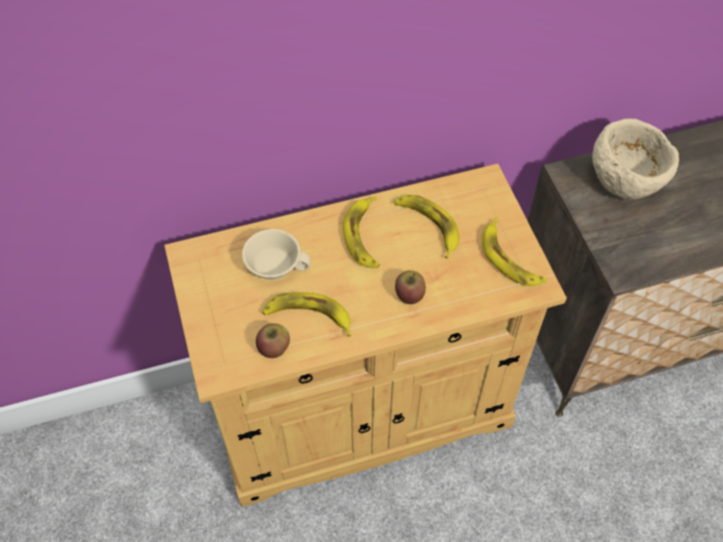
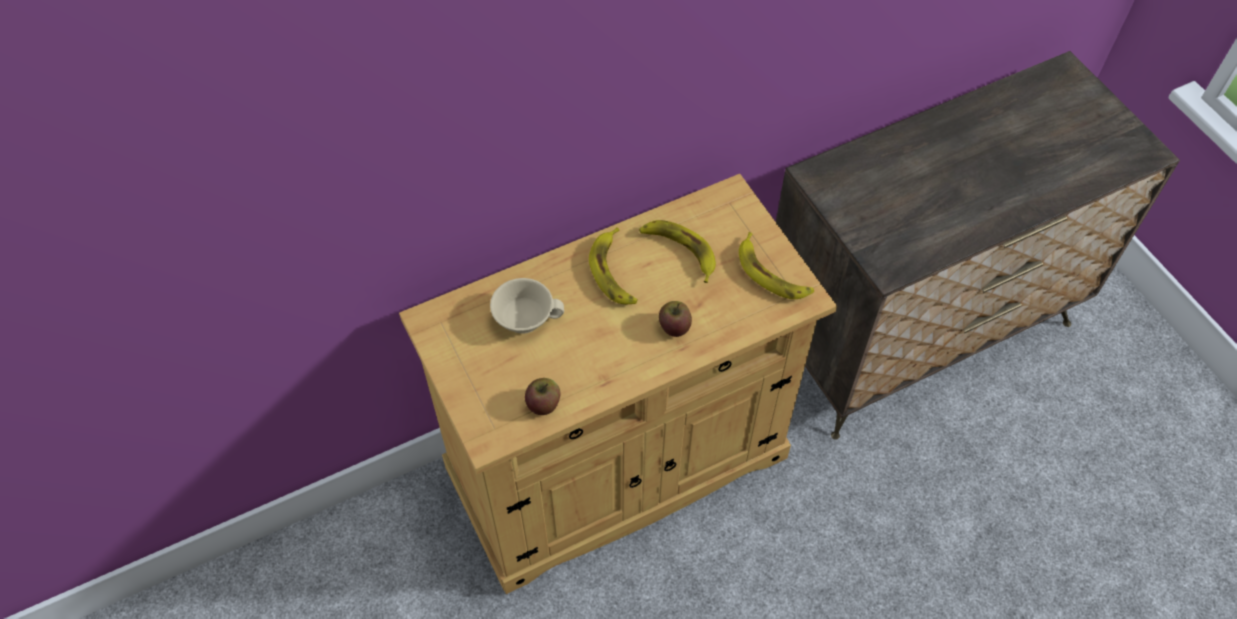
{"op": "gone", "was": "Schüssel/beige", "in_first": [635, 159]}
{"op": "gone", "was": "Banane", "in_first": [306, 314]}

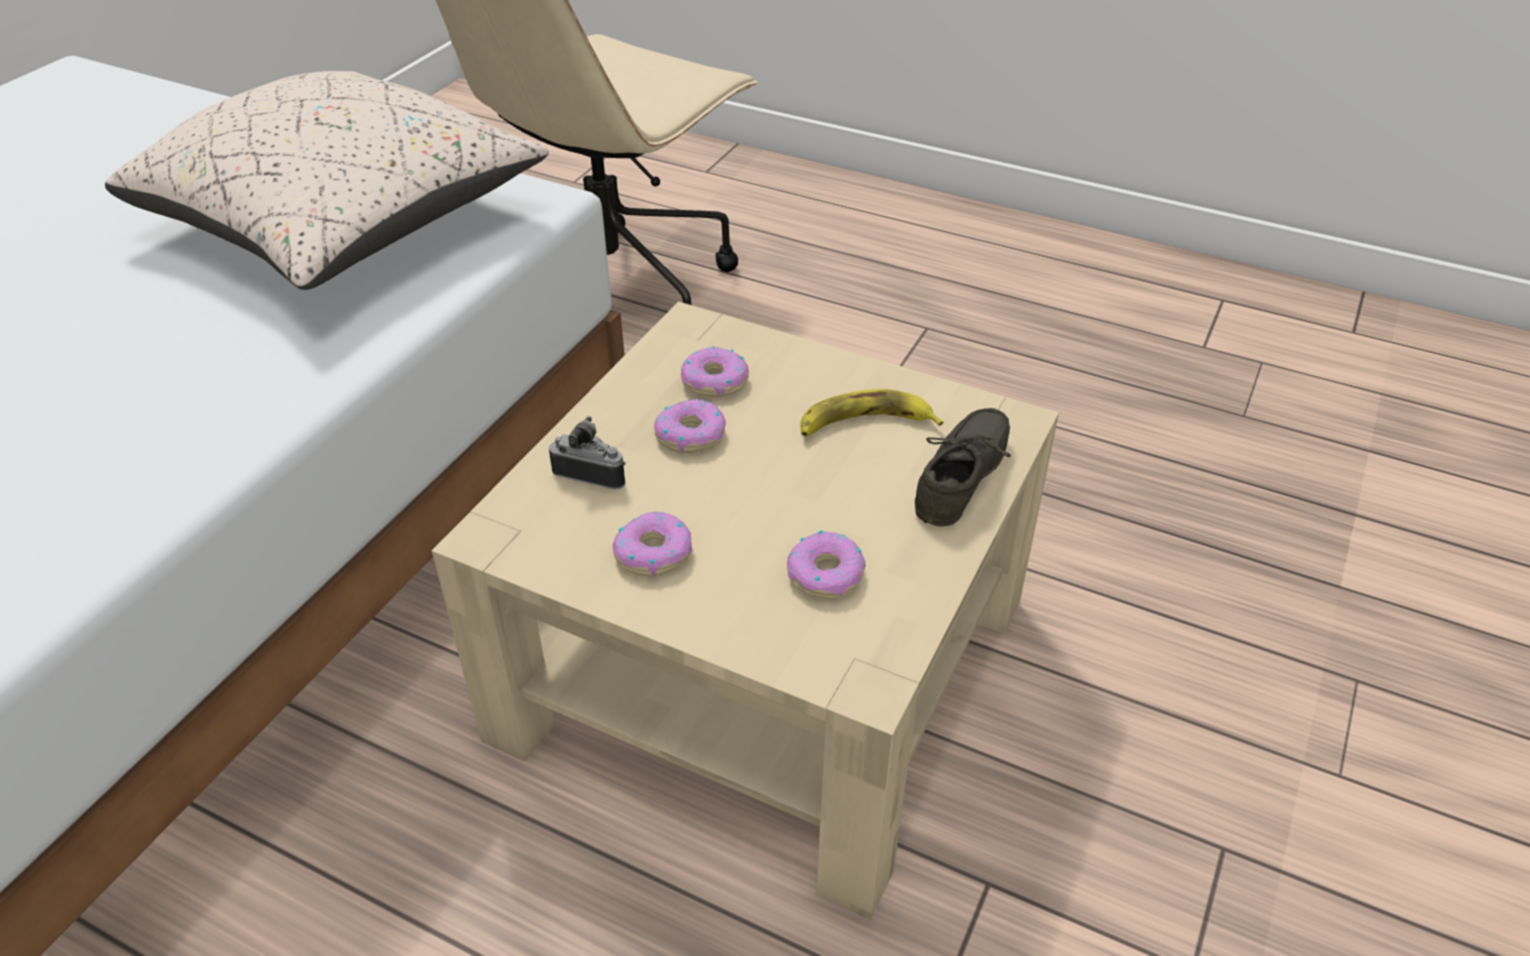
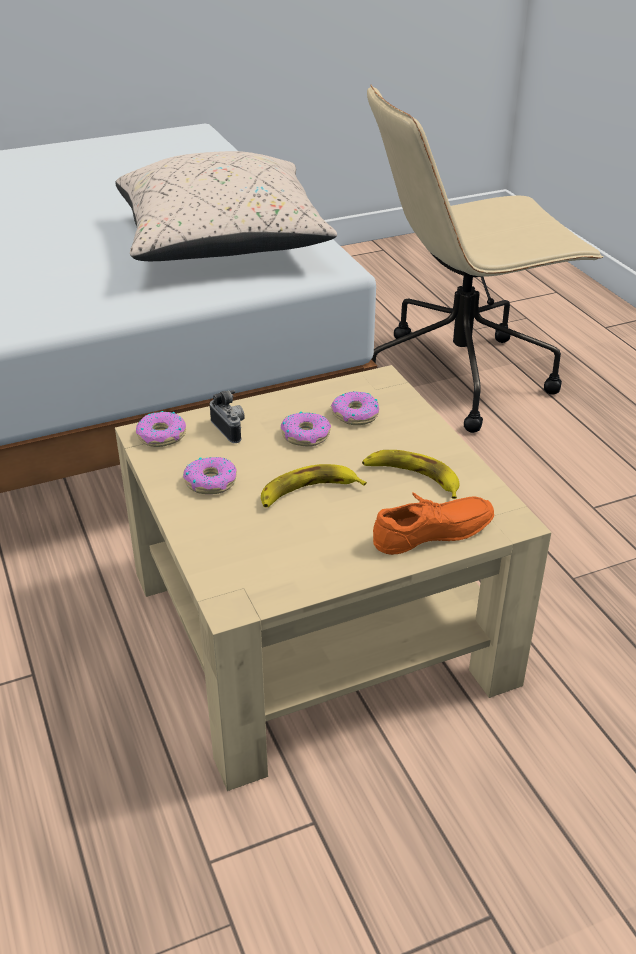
{"op": "repainted", "was": "Schuh/grau", "now": "Schuh/orange", "in_first": [963, 467], "in_second": [433, 523]}
{"op": "shifted", "was": "Donut", "in_first": [826, 564], "in_second": [161, 429]}
{"op": "new", "now": "Banane", "in_second": [314, 485]}

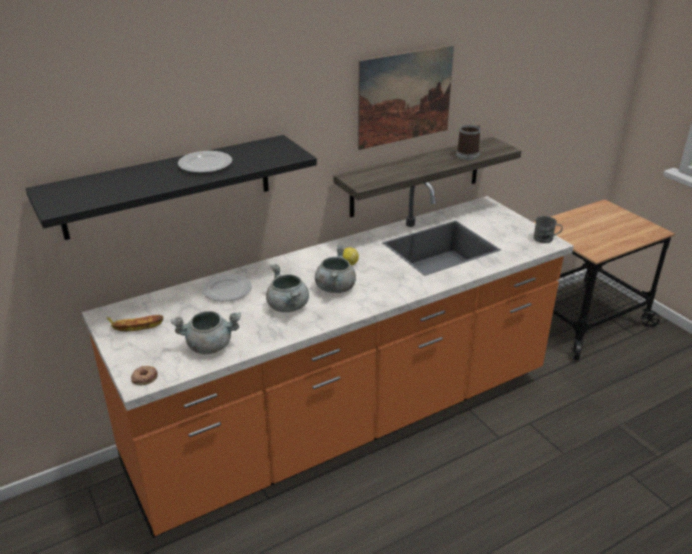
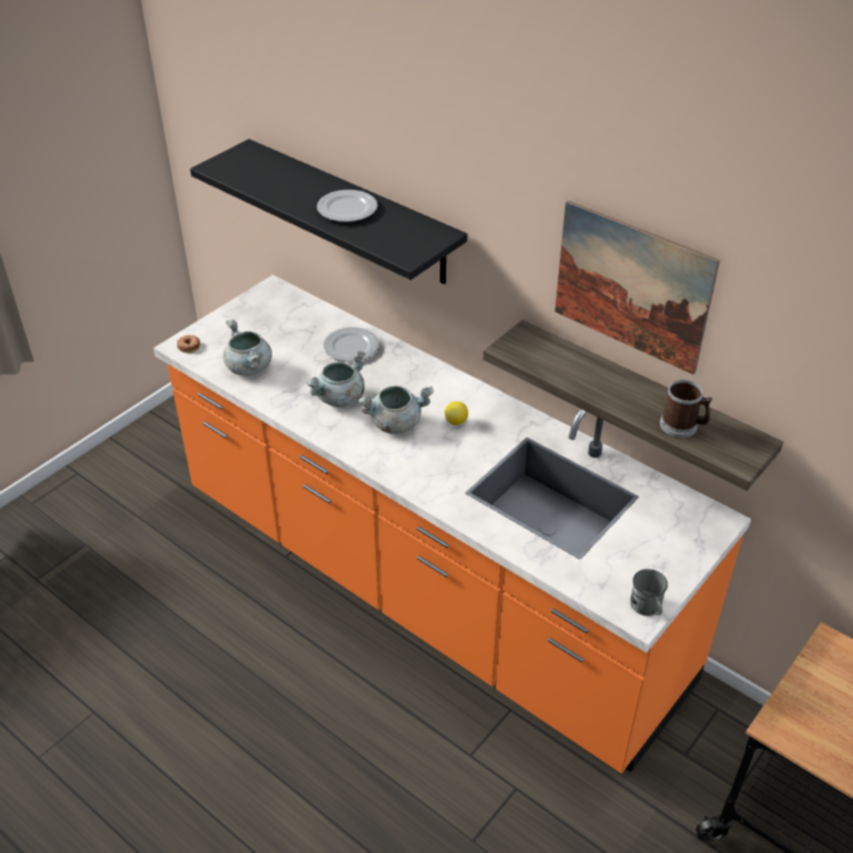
{"op": "gone", "was": "Banane", "in_first": [135, 323]}

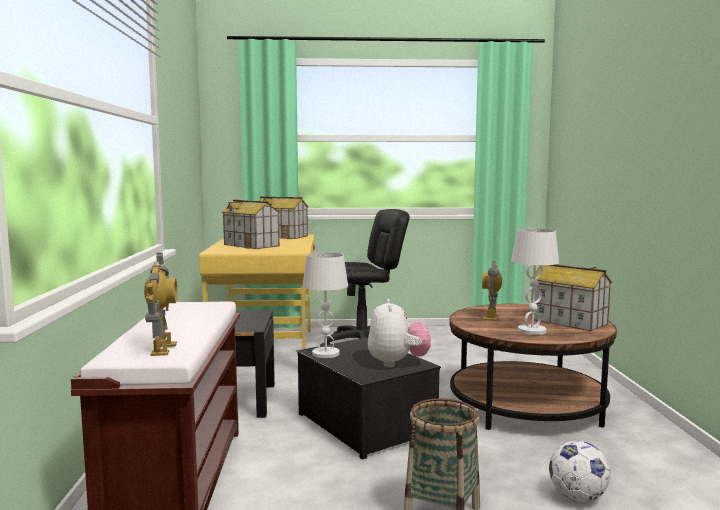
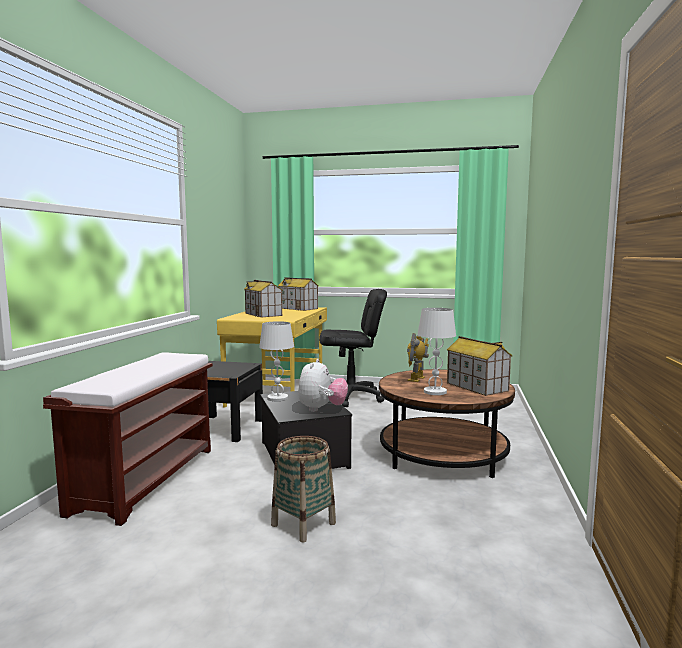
{"op": "gone", "was": "Spielzeugroboter", "in_first": [160, 304]}
{"op": "gone", "was": "Fußball", "in_first": [580, 471]}

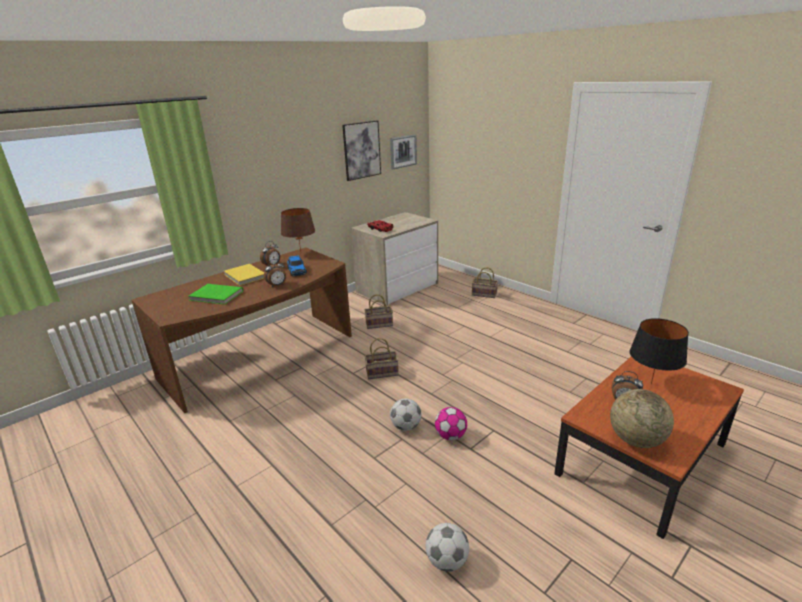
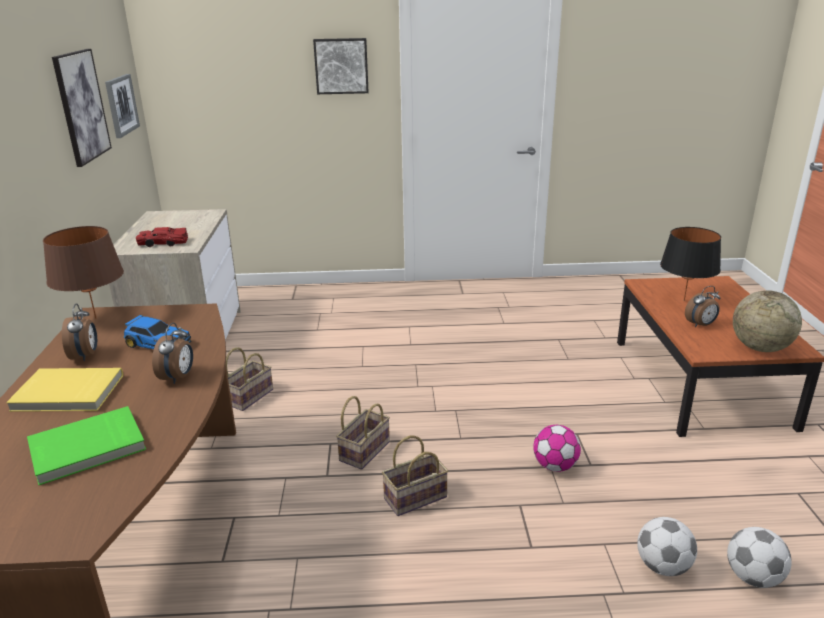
{"op": "shifted", "was": "Korb", "in_first": [485, 282], "in_second": [415, 475]}
{"op": "shifted", "was": "Fußball", "in_first": [405, 415], "in_second": [667, 546]}
{"op": "new", "now": "Bild", "in_second": [341, 66]}

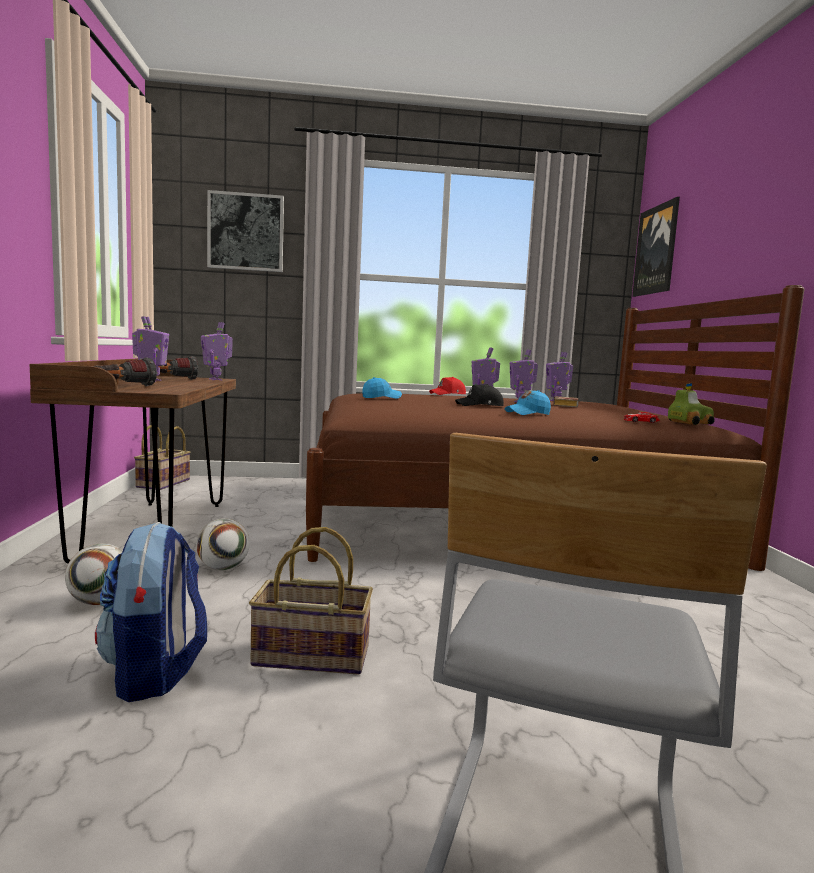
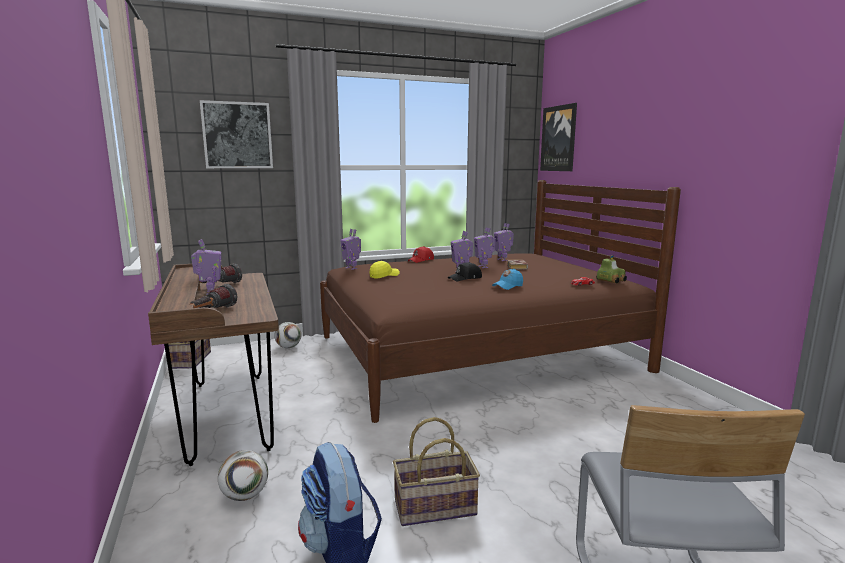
{"op": "shifted", "was": "Spielzeugroboter", "in_first": [217, 351], "in_second": [350, 249]}
{"op": "repainted", "was": "Kappe/blau", "now": "Kappe/gelb", "in_first": [382, 388], "in_second": [384, 270]}
{"op": "shifted", "was": "Fußball", "in_first": [223, 544], "in_second": [287, 335]}

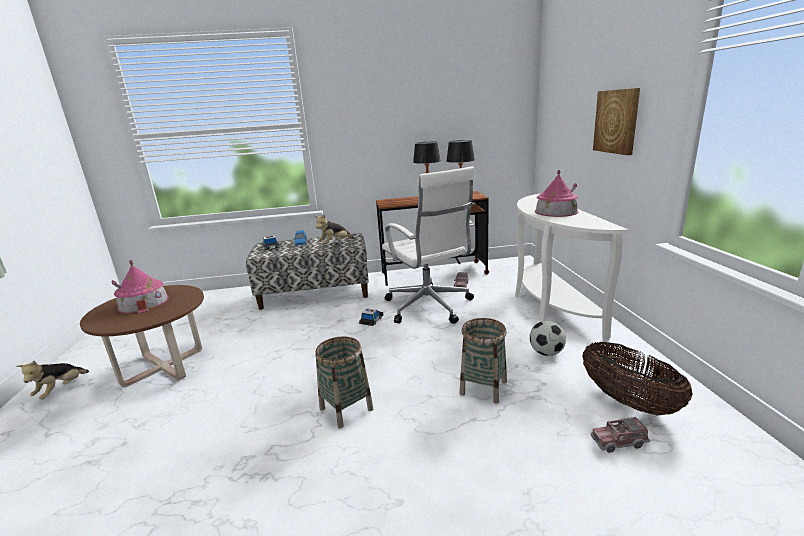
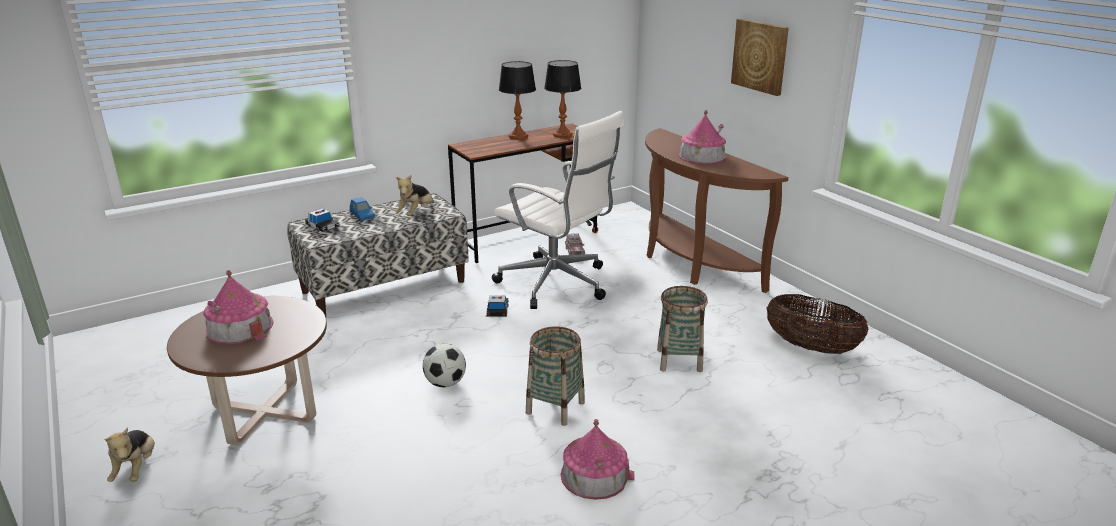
{"op": "repainted", "was": "Konsolentisch/weiß", "now": "Konsolentisch/braun", "in_first": [571, 266], "in_second": [717, 210]}
{"op": "shifted", "was": "Fußball", "in_first": [548, 338], "in_second": [444, 365]}
{"op": "gone", "was": "Spielzeuglaster", "in_first": [620, 435]}
{"op": "new", "now": "Spielzeughaus", "in_second": [597, 459]}

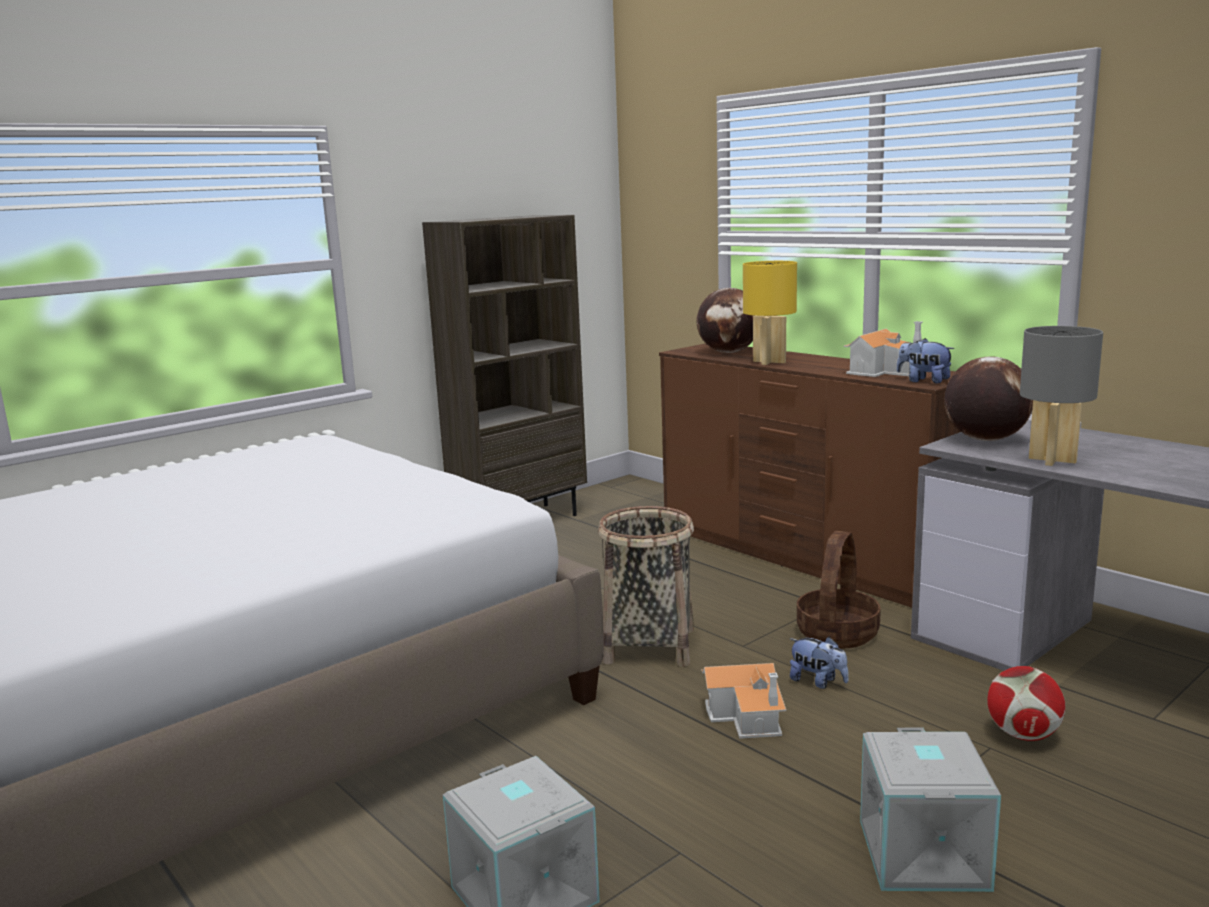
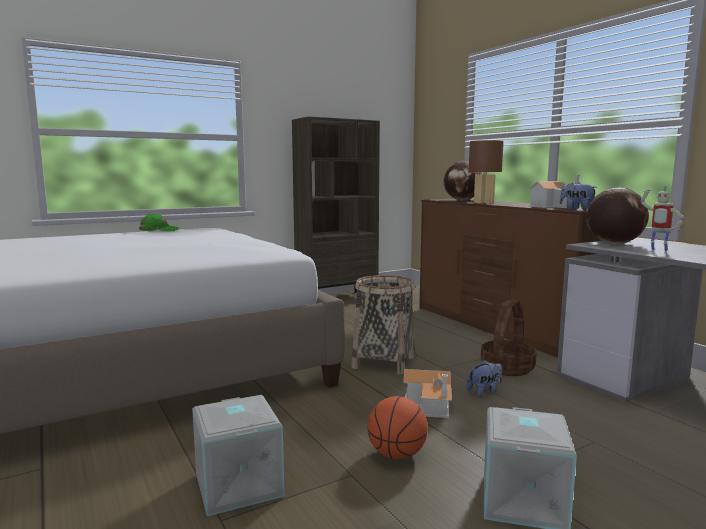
{"op": "repainted", "was": "Tischlampe/gelb", "now": "Tischlampe/braun", "in_first": [770, 313], "in_second": [486, 172]}
{"op": "swapped", "was": "Tischlampe/grau", "now": "Spielzeugroboter", "in_first": [1061, 396], "in_second": [662, 219]}
{"op": "rotated", "was": "Plüschtier", "in_first": [819, 663], "in_second": [484, 378], "clockwise": -75}
{"op": "gone", "was": "Fußball", "in_first": [1026, 703]}
{"op": "new", "now": "Kappe/grün", "in_second": [159, 222]}
{"op": "new", "now": "Basketball", "in_second": [397, 427]}

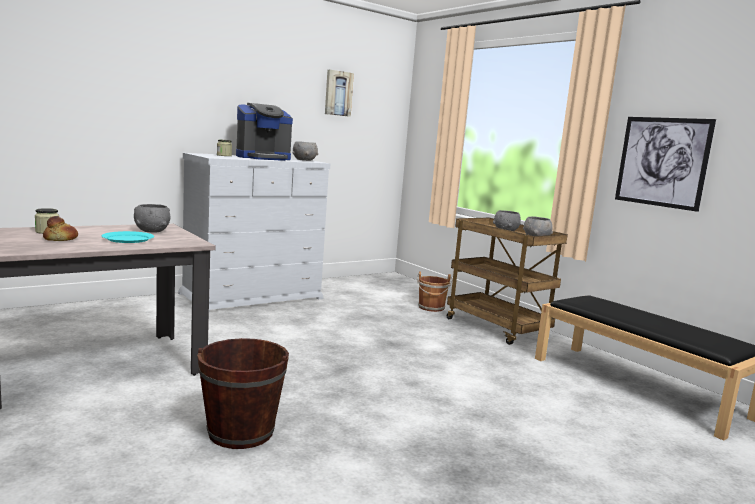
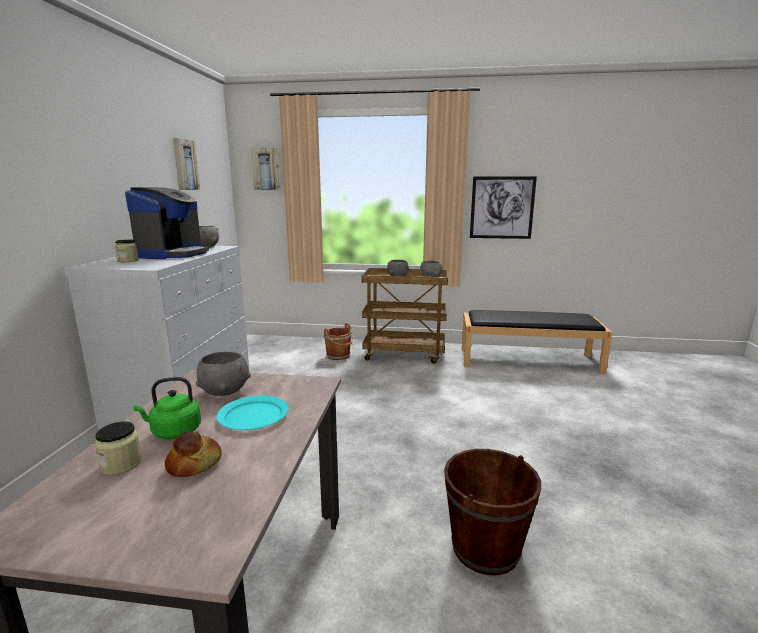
{"op": "new", "now": "Bild", "in_second": [265, 169]}
{"op": "new", "now": "Wasserkessel/grün", "in_second": [167, 408]}

